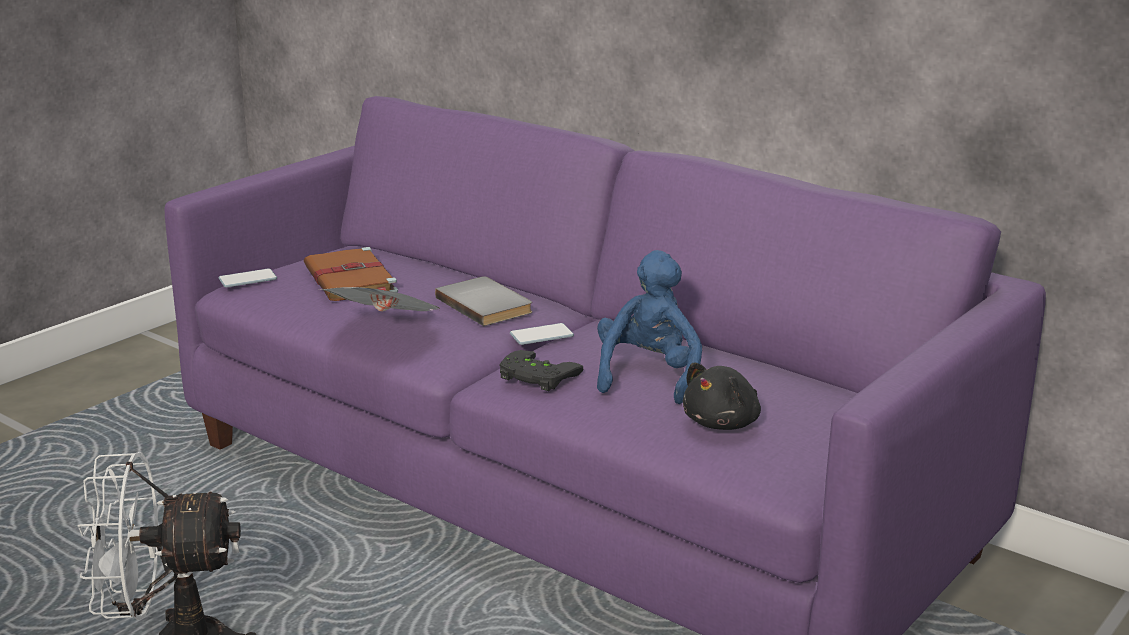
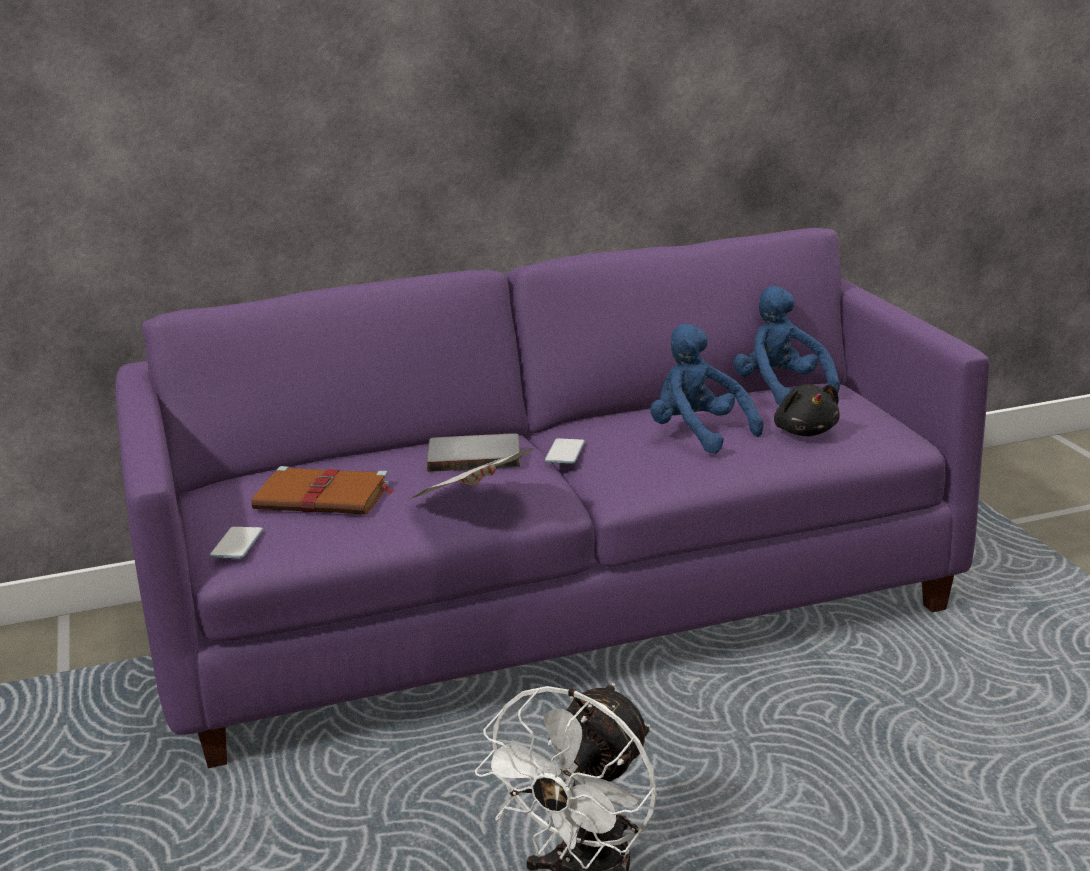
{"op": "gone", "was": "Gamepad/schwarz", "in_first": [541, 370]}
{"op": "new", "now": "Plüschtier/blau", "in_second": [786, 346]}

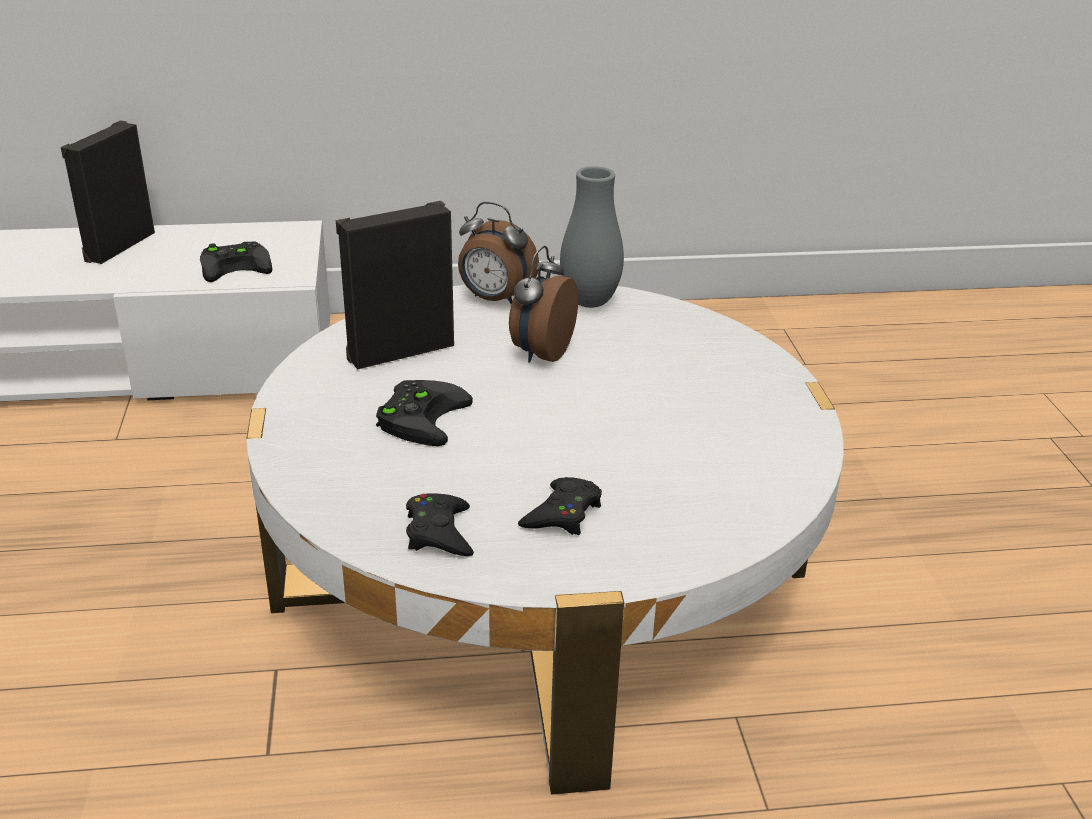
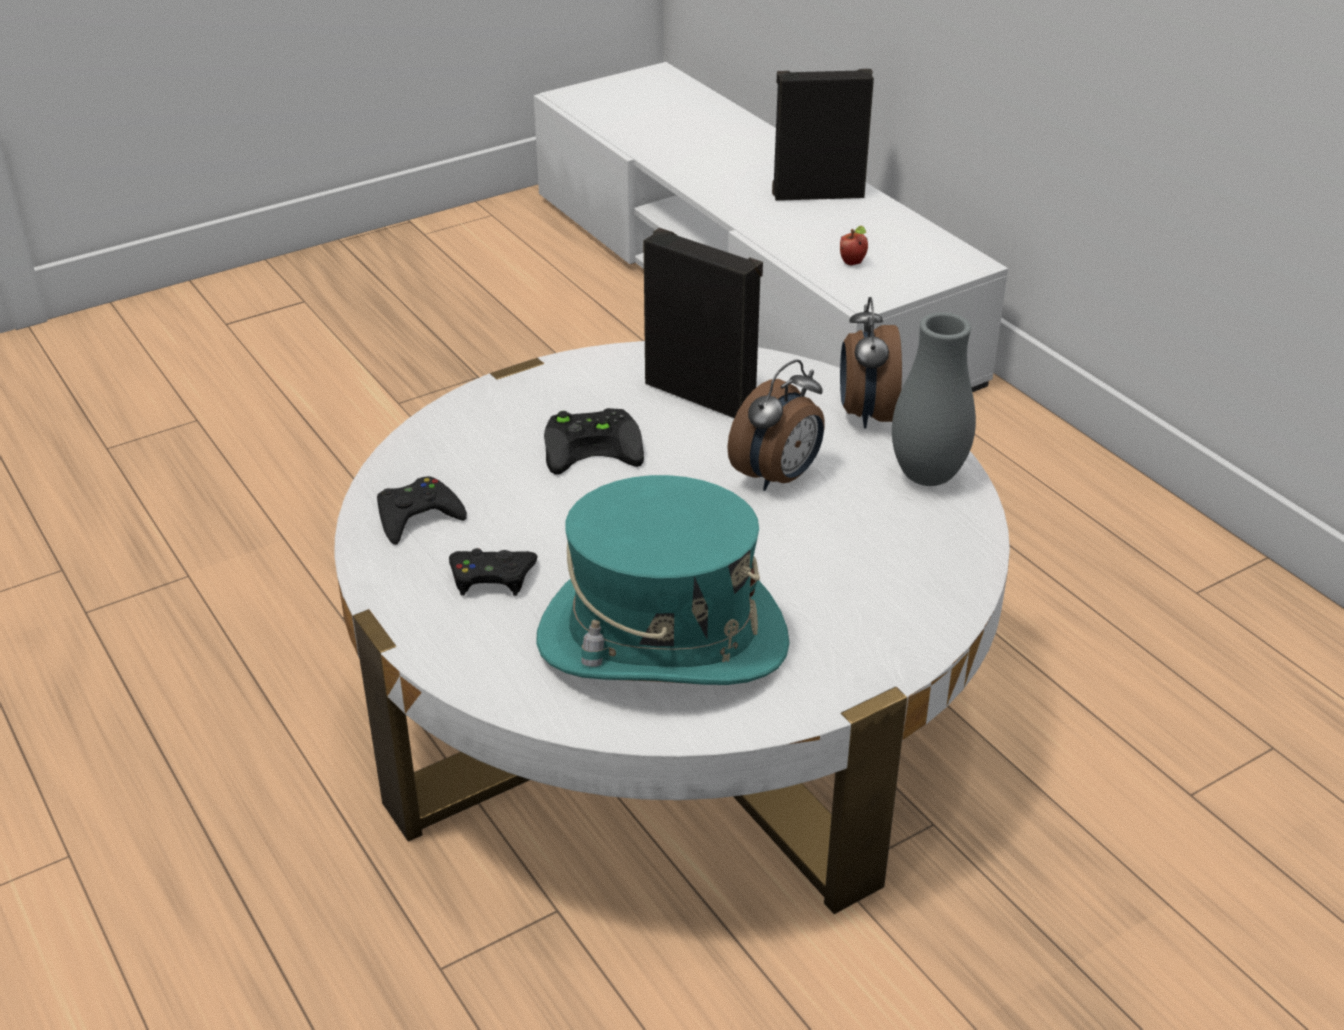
{"op": "swapped", "was": "Gamepad/schwarz", "now": "Apfel", "in_first": [236, 262], "in_second": [854, 245]}
{"op": "rotated", "was": "Wecker", "in_first": [543, 304], "in_second": [776, 425], "clockwise": 135}
{"op": "new", "now": "Hut/türkis", "in_second": [662, 580]}

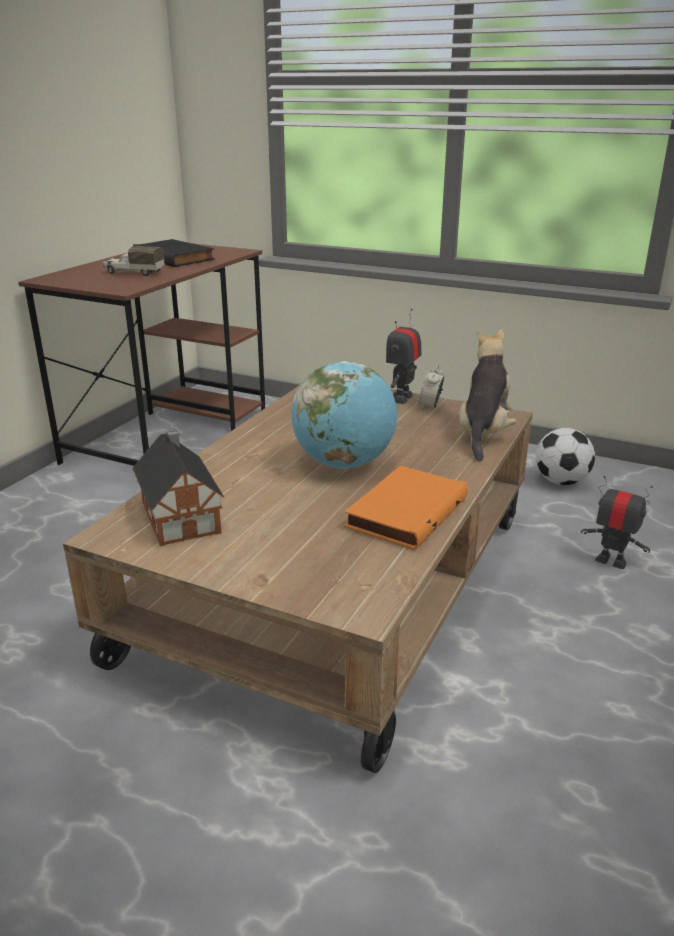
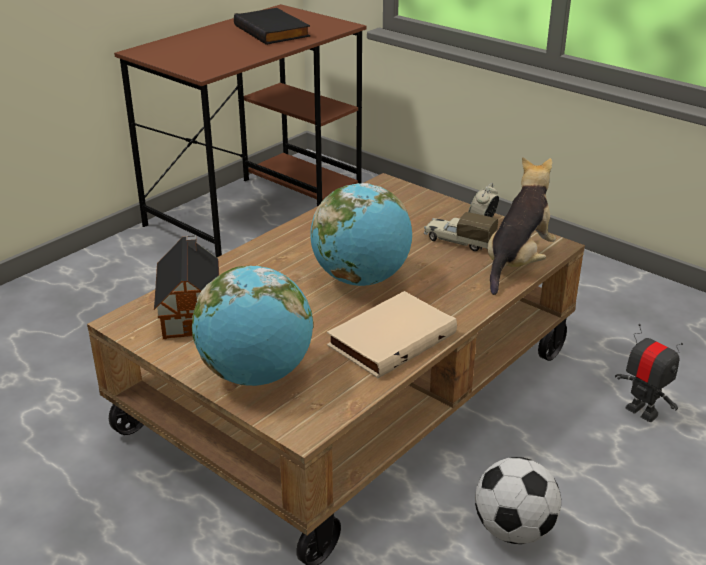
{"op": "shifted", "was": "Spielzeuglaster", "in_first": [134, 261], "in_second": [461, 231]}
{"op": "gone", "was": "Spielzeugroboter", "in_first": [404, 356]}
{"op": "shifted", "was": "Fußball", "in_first": [565, 456], "in_second": [518, 500]}
{"op": "repainted", "was": "Buch/orange", "now": "Buch/beige", "in_first": [406, 507], "in_second": [392, 334]}
{"op": "new", "now": "Globus", "in_second": [253, 325]}

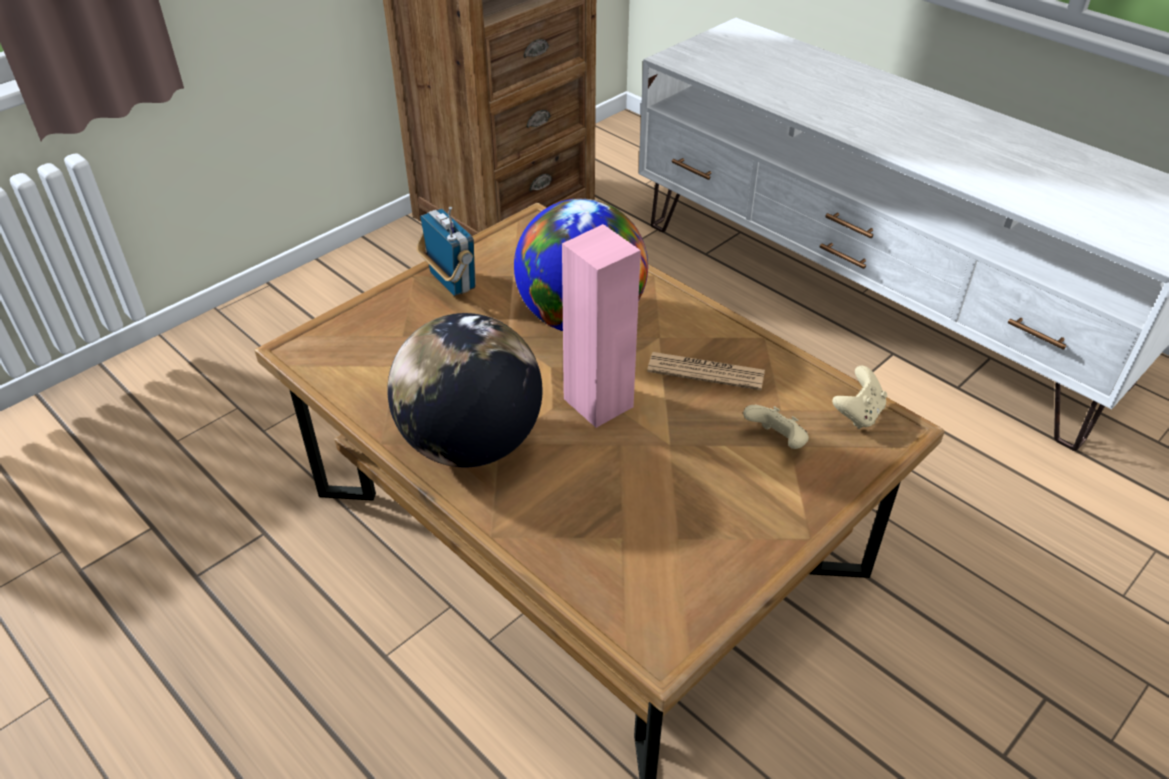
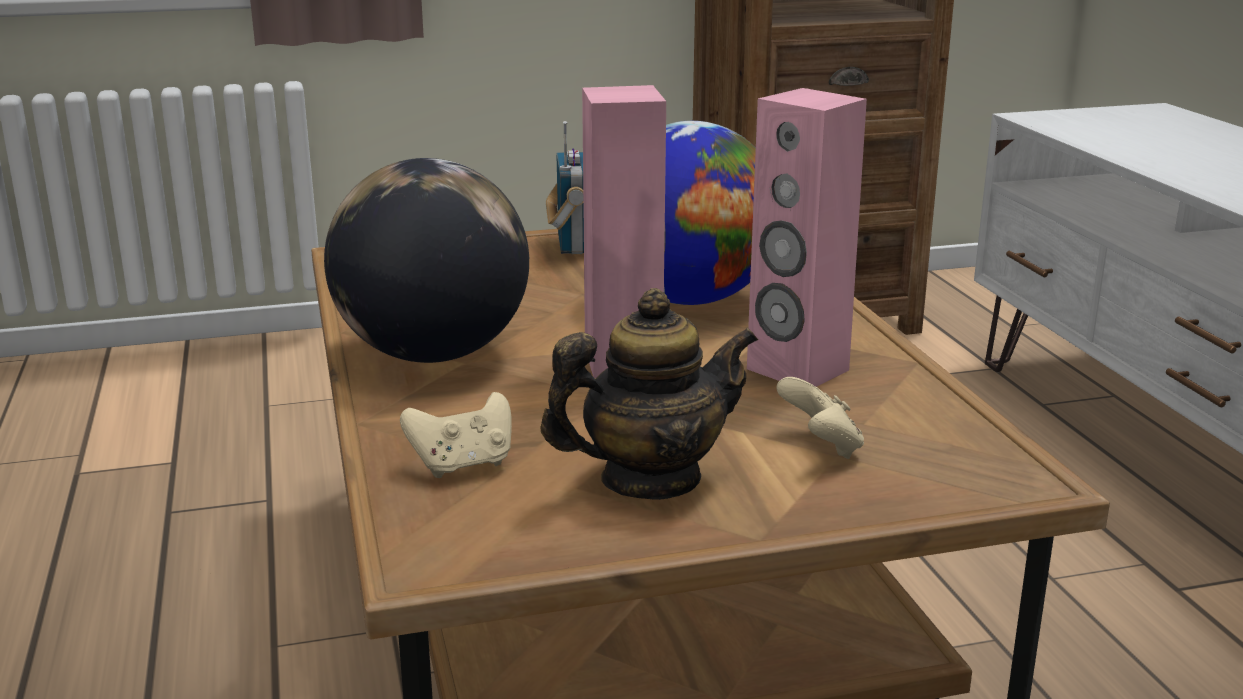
{"op": "swapped", "was": "Zeitung", "now": "Lautsprecher/rosa", "in_first": [706, 371], "in_second": [807, 237]}
{"op": "shifted", "was": "Gamepad/beige", "in_first": [859, 397], "in_second": [456, 435]}
{"op": "new", "now": "Teekanne", "in_second": [649, 394]}

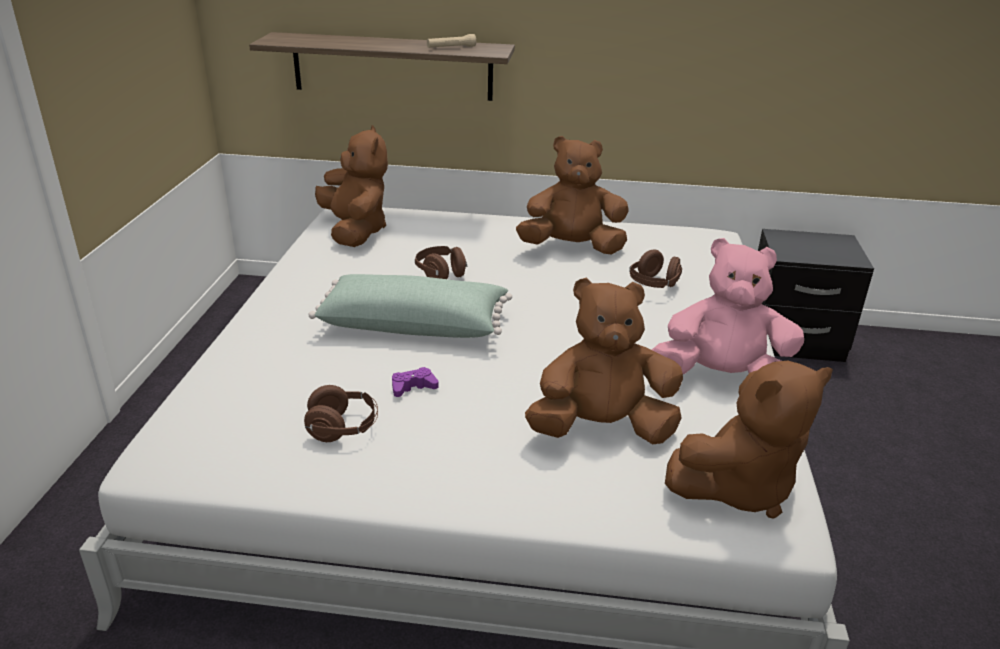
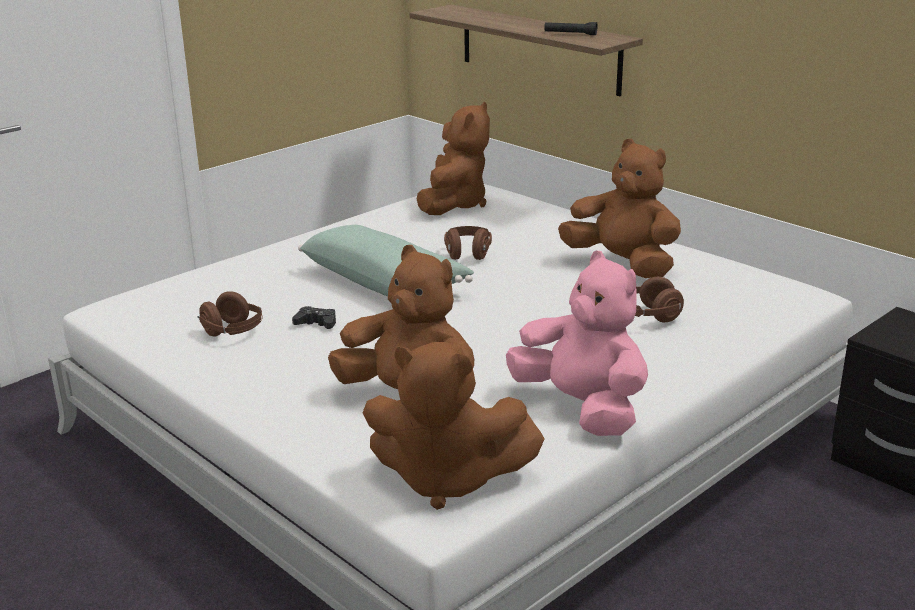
{"op": "repainted", "was": "Taschenlampe/beige", "now": "Taschenlampe/schwarz", "in_first": [451, 41], "in_second": [570, 28]}
{"op": "repainted", "was": "Gamepad/lila", "now": "Gamepad/schwarz", "in_first": [415, 382], "in_second": [314, 317]}

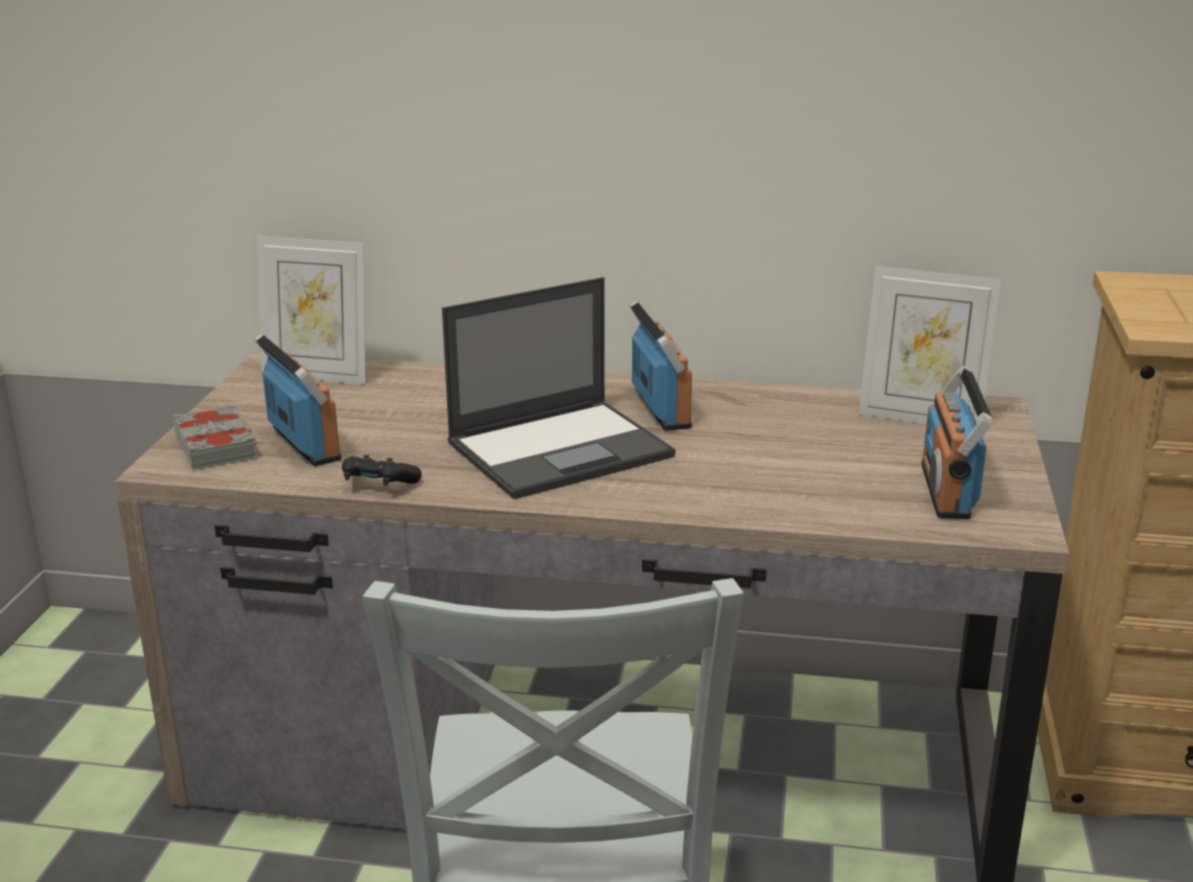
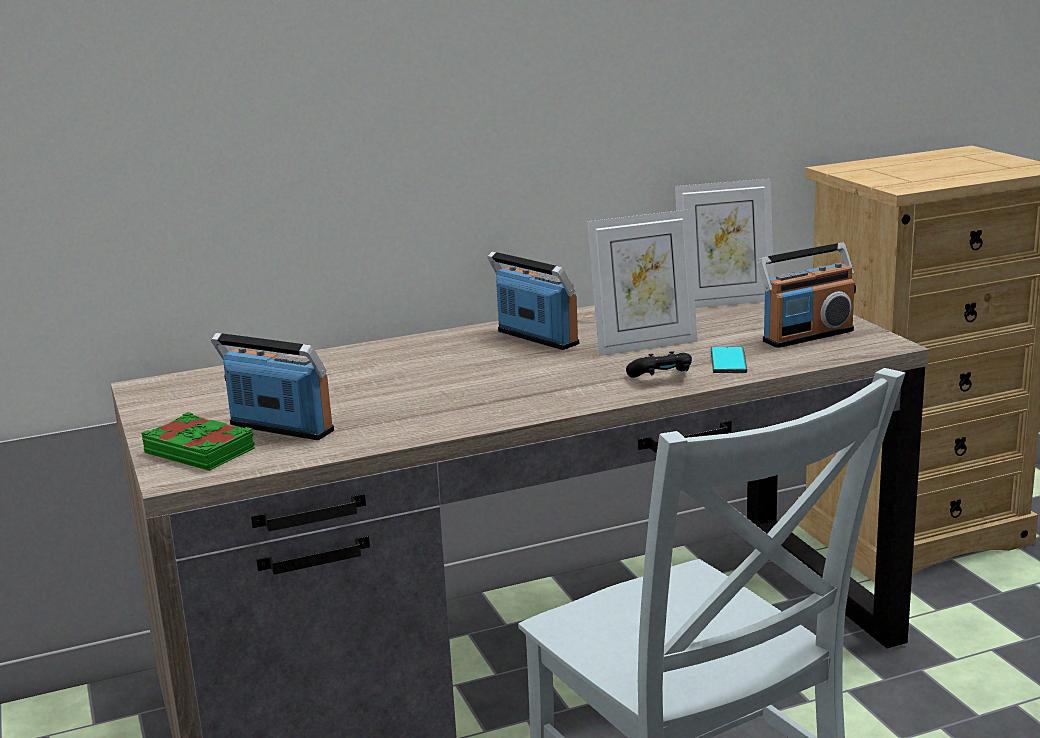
{"op": "shifted", "was": "Bilderrahmen", "in_first": [311, 310], "in_second": [643, 282]}
{"op": "gone", "was": "Laptop", "in_first": [559, 388]}
{"op": "rotated", "was": "Radio", "in_first": [957, 442], "in_second": [806, 295], "clockwise": -90}
{"op": "repainted", "was": "Buch/grau", "now": "Buch/grün", "in_first": [215, 437], "in_second": [198, 441]}
{"op": "shifted", "was": "Gamepad/schwarz", "in_first": [382, 470], "in_second": [659, 364]}
{"op": "new", "now": "Handy", "in_second": [729, 360]}

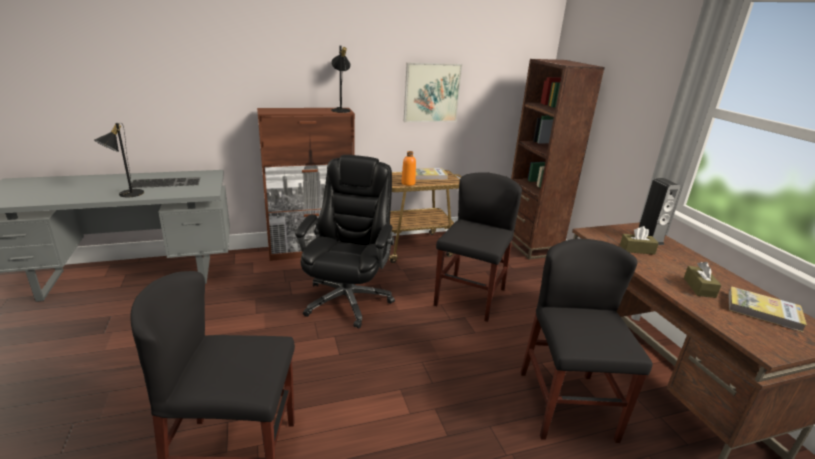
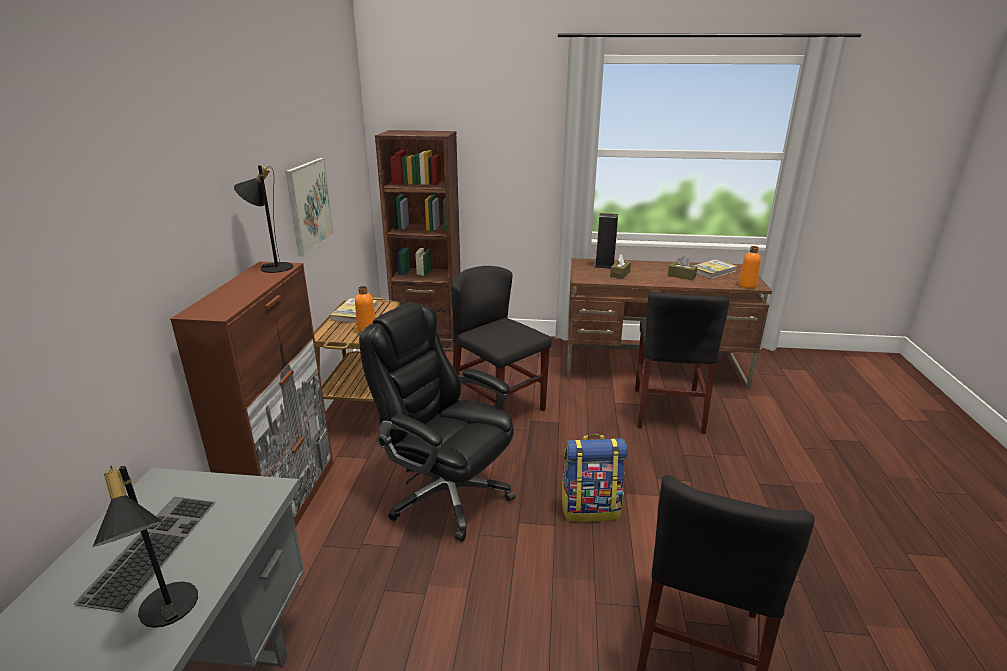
{"op": "rotated", "was": "Stuhl/schwarz", "in_first": [586, 341], "in_second": [682, 363], "clockwise": -105}
{"op": "new", "now": "Flasche/orange", "in_second": [749, 267]}
{"op": "new", "now": "Rucksack", "in_second": [594, 478]}

